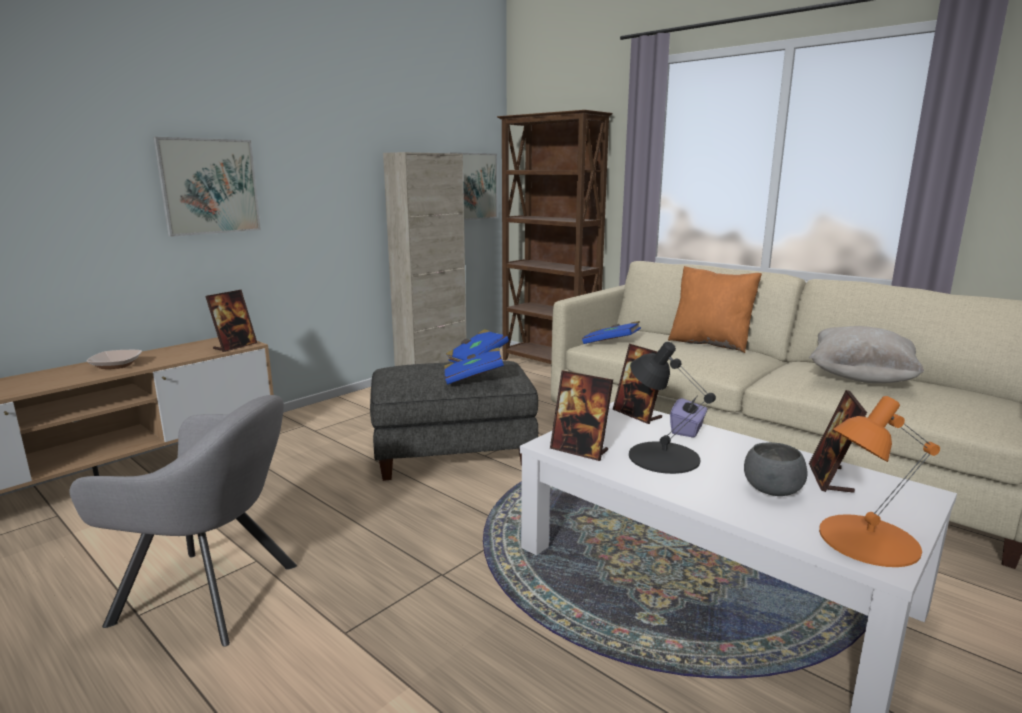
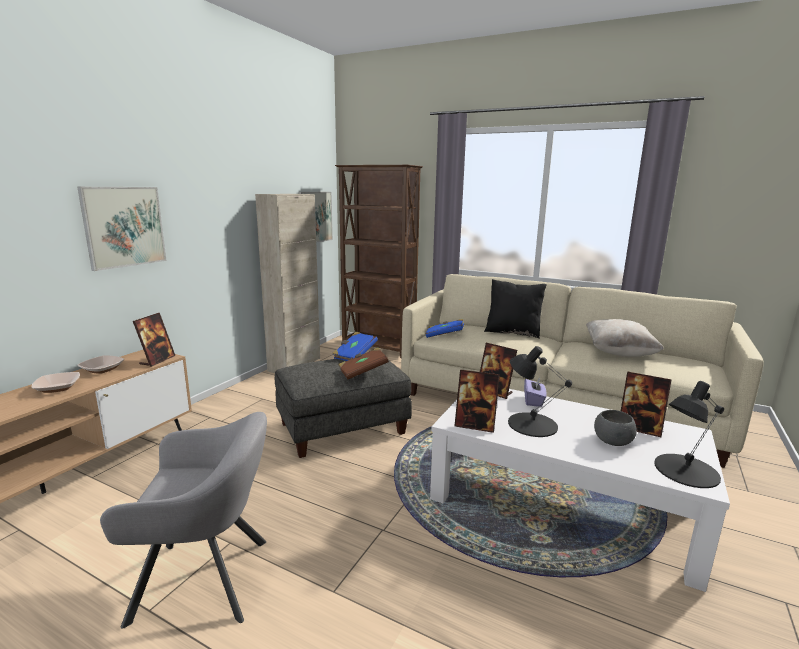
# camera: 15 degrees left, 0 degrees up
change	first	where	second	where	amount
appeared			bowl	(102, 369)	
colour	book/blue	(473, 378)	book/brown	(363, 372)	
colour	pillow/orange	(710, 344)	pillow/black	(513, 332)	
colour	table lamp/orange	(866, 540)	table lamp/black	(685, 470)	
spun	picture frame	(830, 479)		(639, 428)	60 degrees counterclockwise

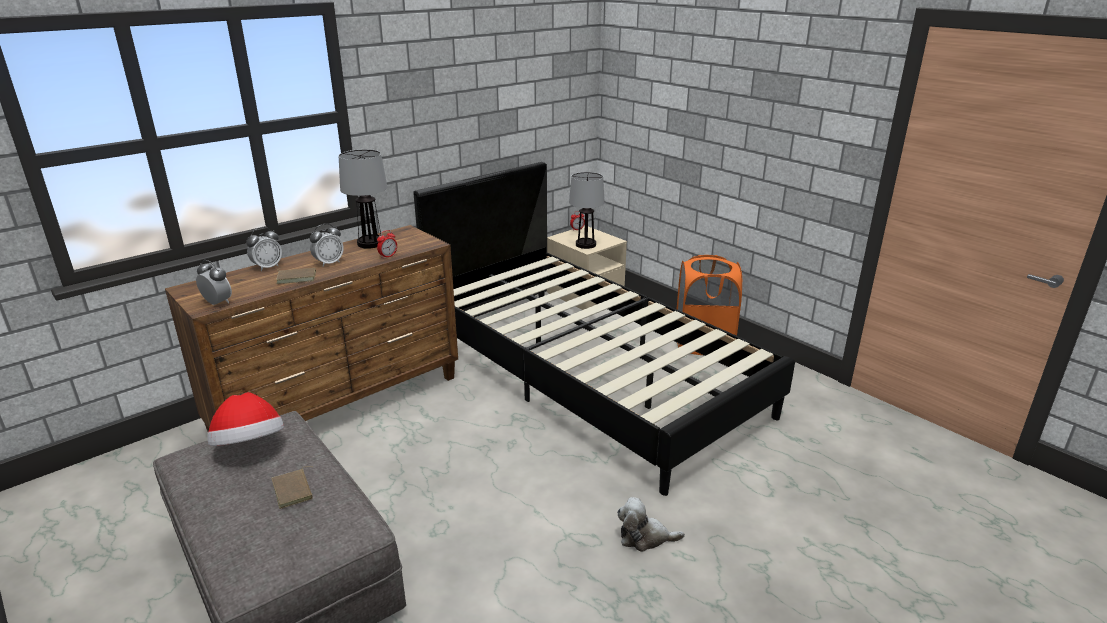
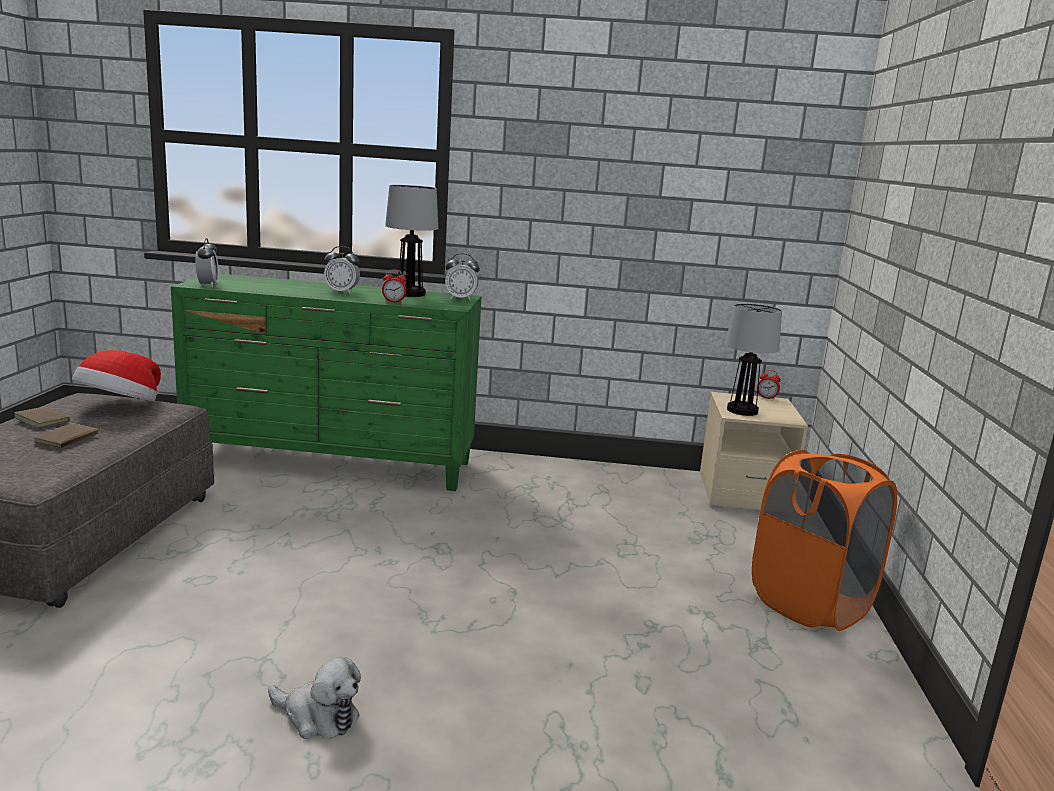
# camera: 45 degrees right, 10 degrees down
change	first	where	second	where	amount
missing	bed/black	(588, 374)			
relocated	alarm clock	(267, 267)		(461, 299)	
relocated	book/brown	(297, 277)		(44, 420)	
colour	dresser/brown	(341, 405)	dresser/green	(333, 464)	
spun	plush toy	(645, 537)		(318, 717)	150 degrees clockwise

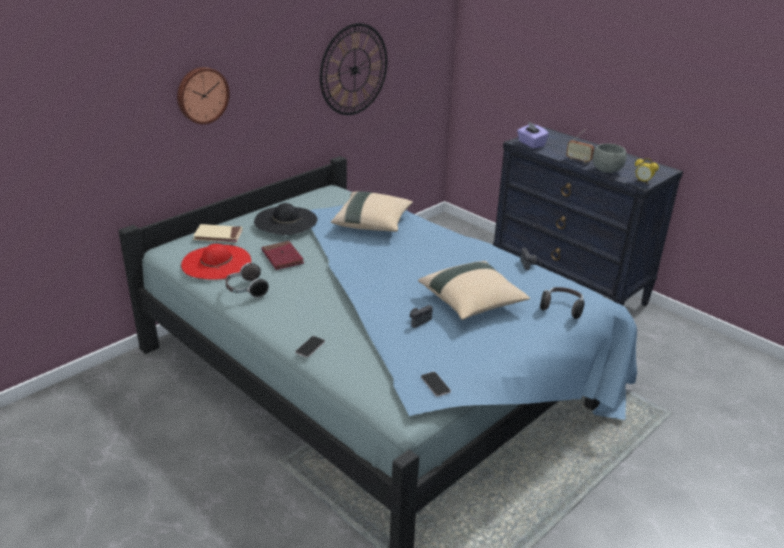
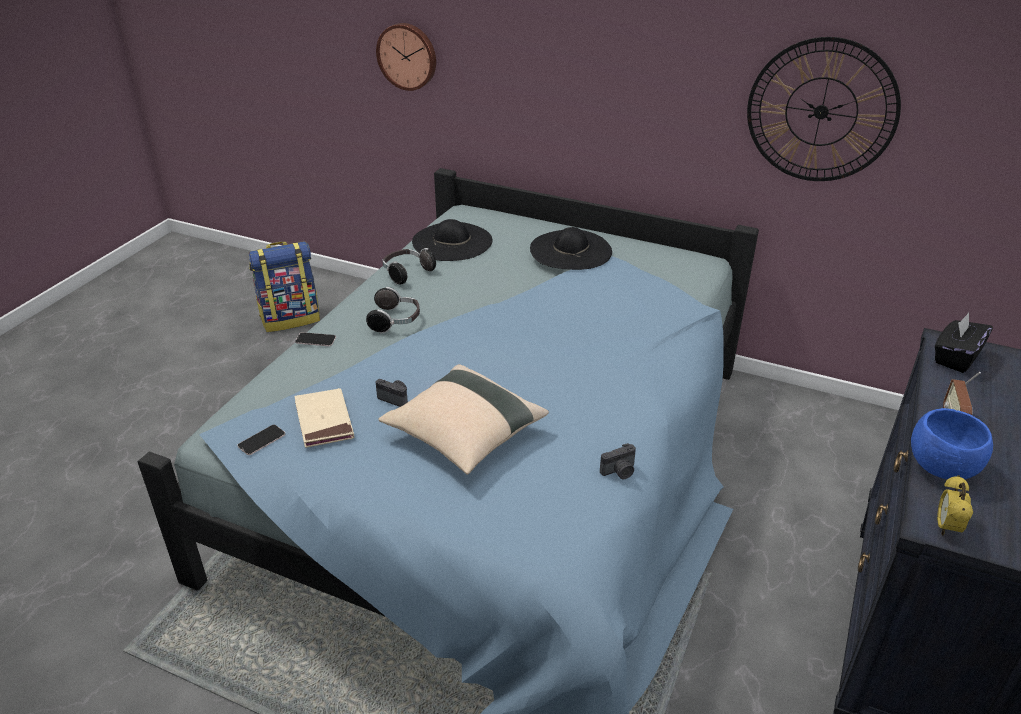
# camera: 70 degrees right, 5 degrees up
change	first	where	second	where	amount
missing	book/red	(282, 257)			
missing	pillow/beige	(372, 224)			
appeared			backpack	(291, 318)	
relocated	wall clock	(202, 95)		(408, 56)	
relocated	book/beige	(218, 236)		(324, 420)	
relocated	headphones	(562, 309)		(395, 321)	
colour	hat/red	(216, 262)	hat/black	(452, 241)	
colour	tissue box/purple	(531, 144)	tissue box/black	(955, 357)	
colour	bowl/grey	(607, 171)	bowl/blue	(941, 468)	

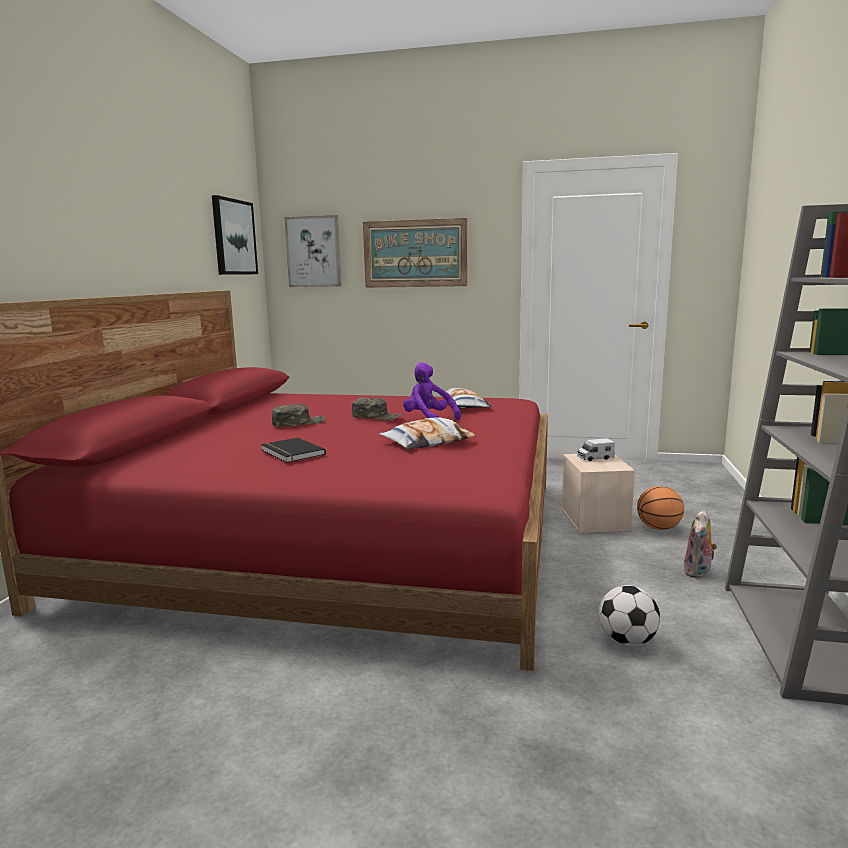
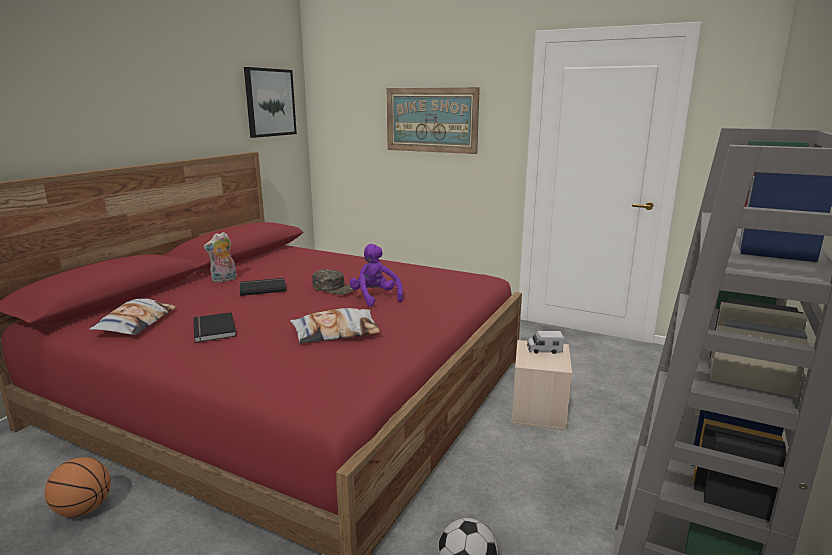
# camera: 15 degrees right, 5 degrees up
change	first	where	second	where	amount
missing	picture	(313, 252)			
relocated	pillow	(463, 406)		(136, 323)	
relocated	basketball	(658, 528)		(83, 509)	
relocated	plush toy	(698, 572)		(224, 280)	
exchanged	cap/green	(298, 422)	book/black	(262, 288)	

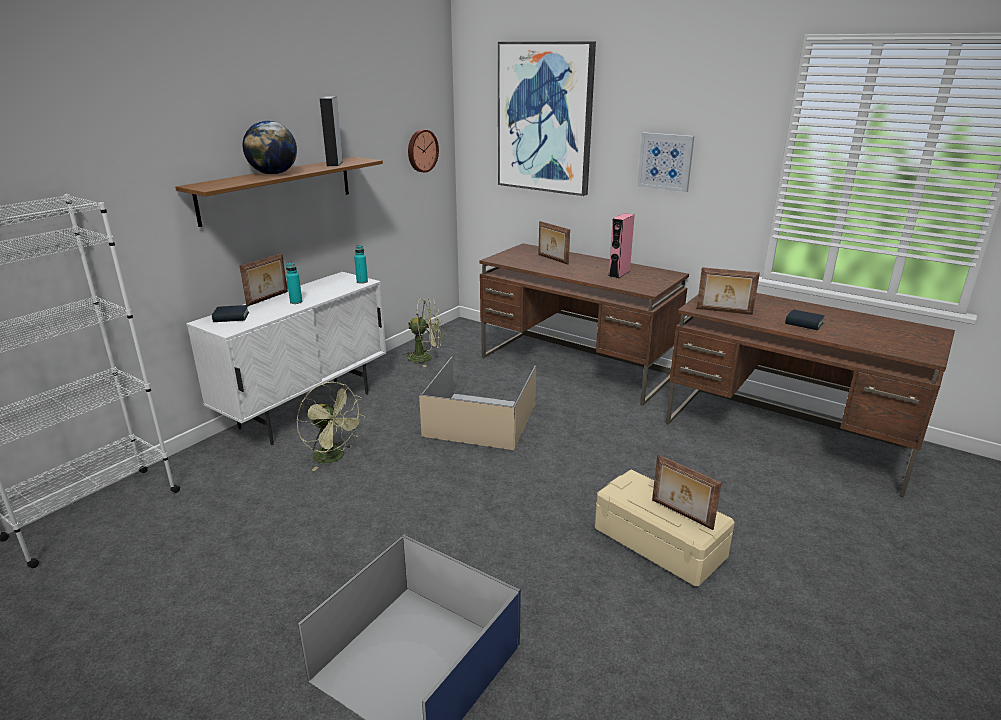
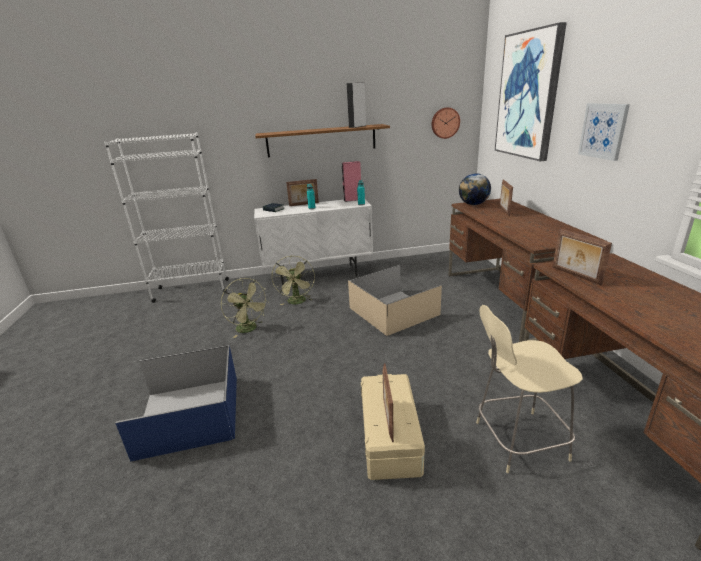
# camera: 45 degrees right, 0 degrees up
change	first	where	second	where	amount
missing	book	(804, 323)			
appeared			stool/beige	(517, 441)	
relocated	globe	(273, 174)		(473, 204)	
relocated	fan/green	(425, 358)		(249, 329)	
relocated	speaker/pink	(619, 274)		(352, 199)	

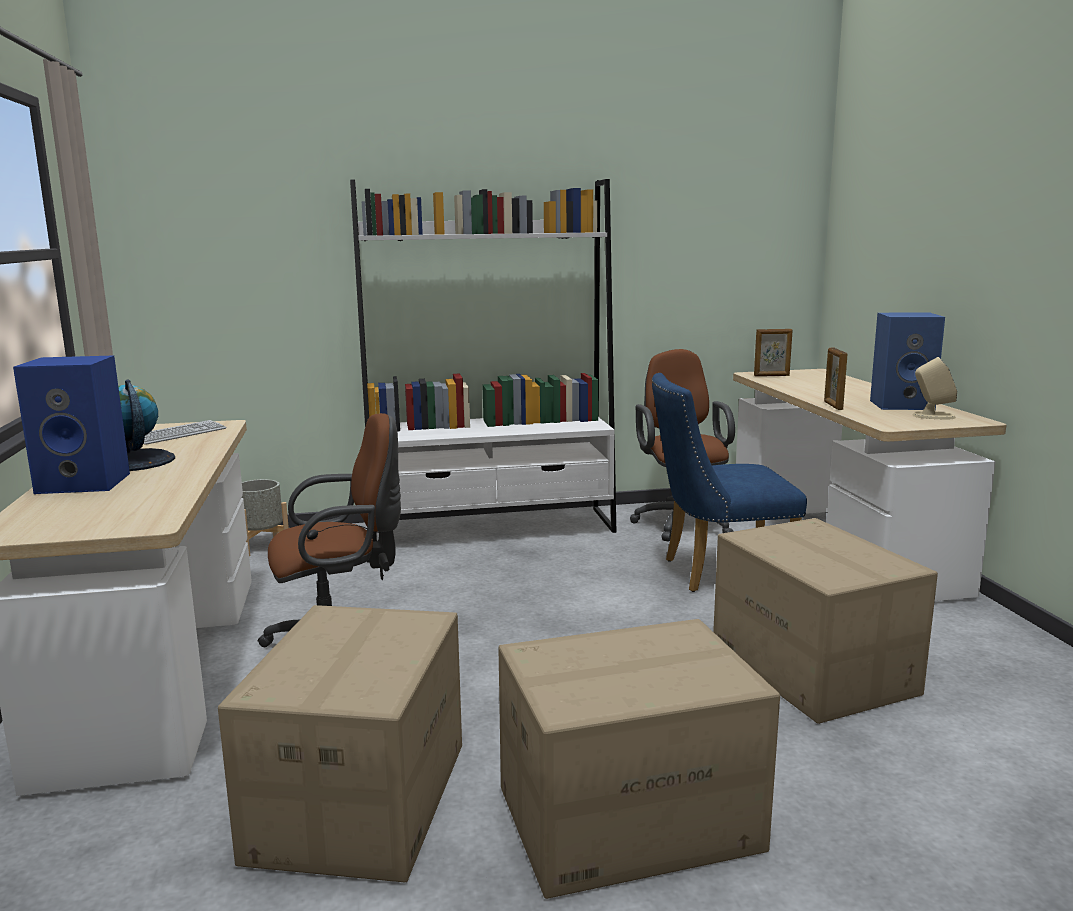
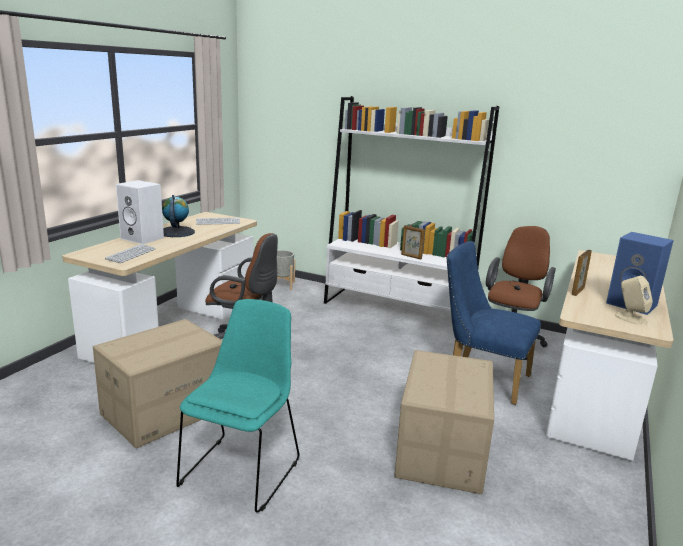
# camera: 35 degrees right, 5 degrees up
change	first	where	second	where	amount
appeared			keyboard	(131, 254)	
relocated	picture frame	(771, 375)		(411, 256)	
exchanged	cardboard box	(627, 818)	chair/turquoise	(242, 470)	
colour	speaker/blue	(86, 483)	speaker/white	(143, 238)	

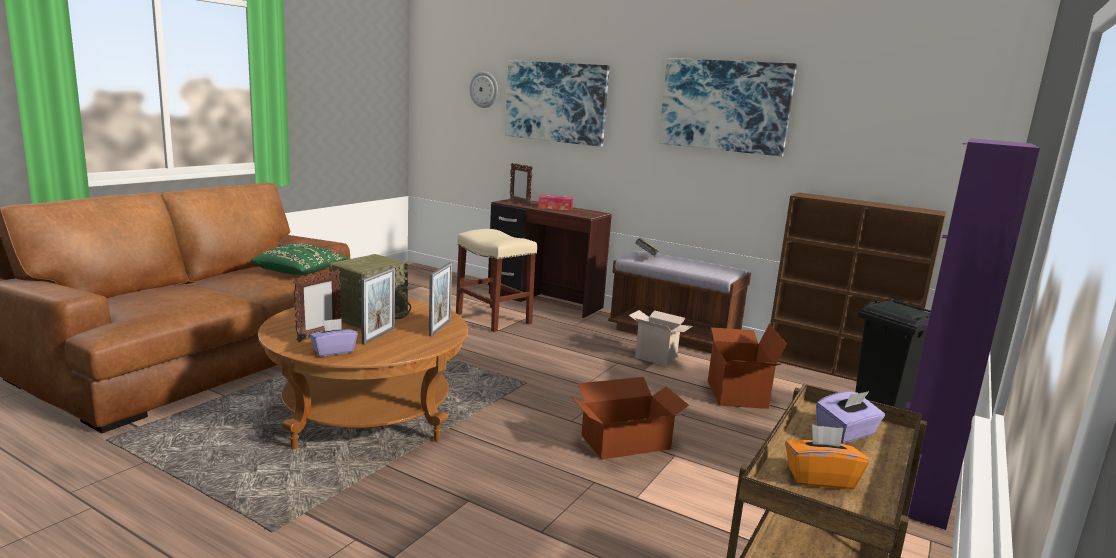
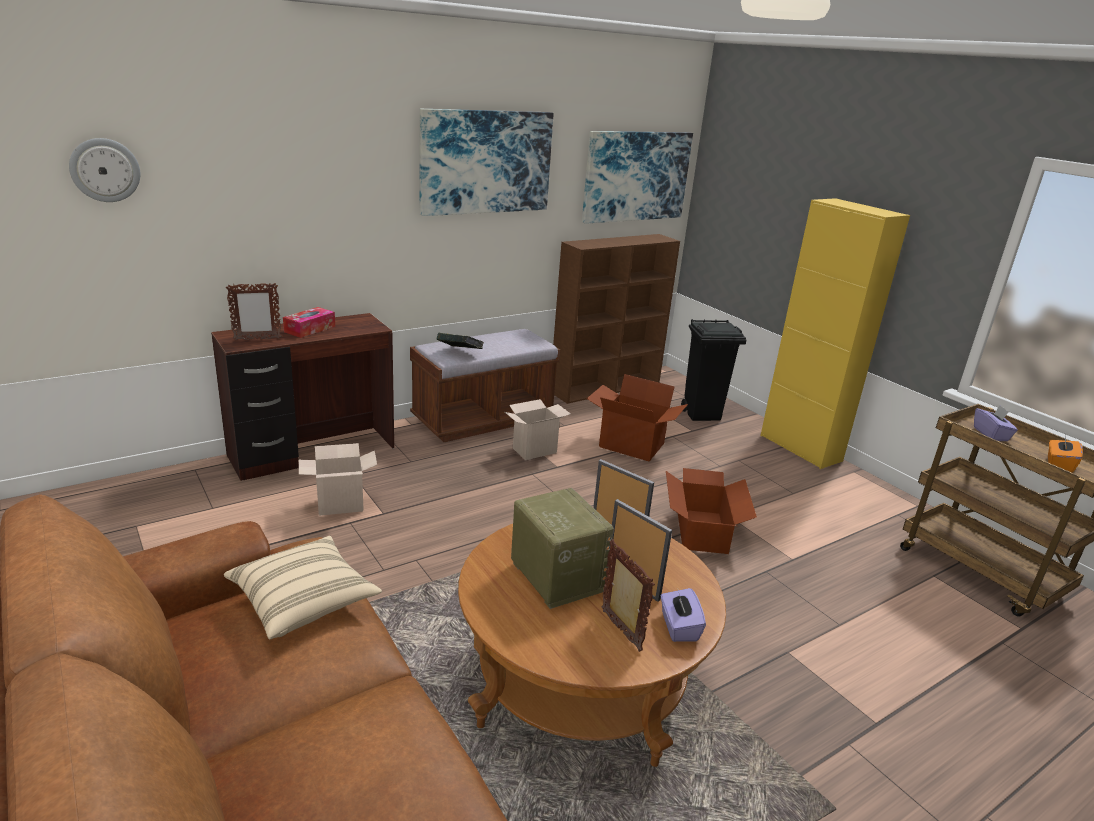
# camera: 65 degrees left, 10 degrees up
change	first	where	second	where	amount
relocated	picture	(556, 102)		(636, 176)	
exchanged	stool/beige	(492, 318)	cardboard box	(339, 506)	
colour	pillow/green	(300, 272)	pillow/beige	(304, 602)	
colour	cabinet/purple	(920, 493)	cabinet/yellow	(800, 448)	

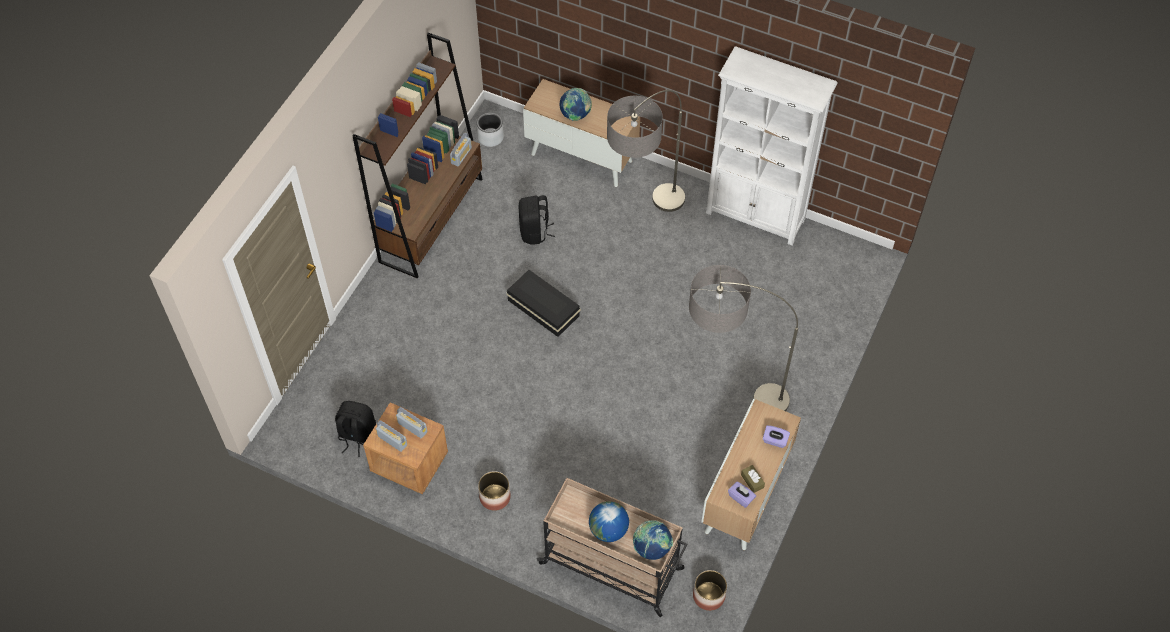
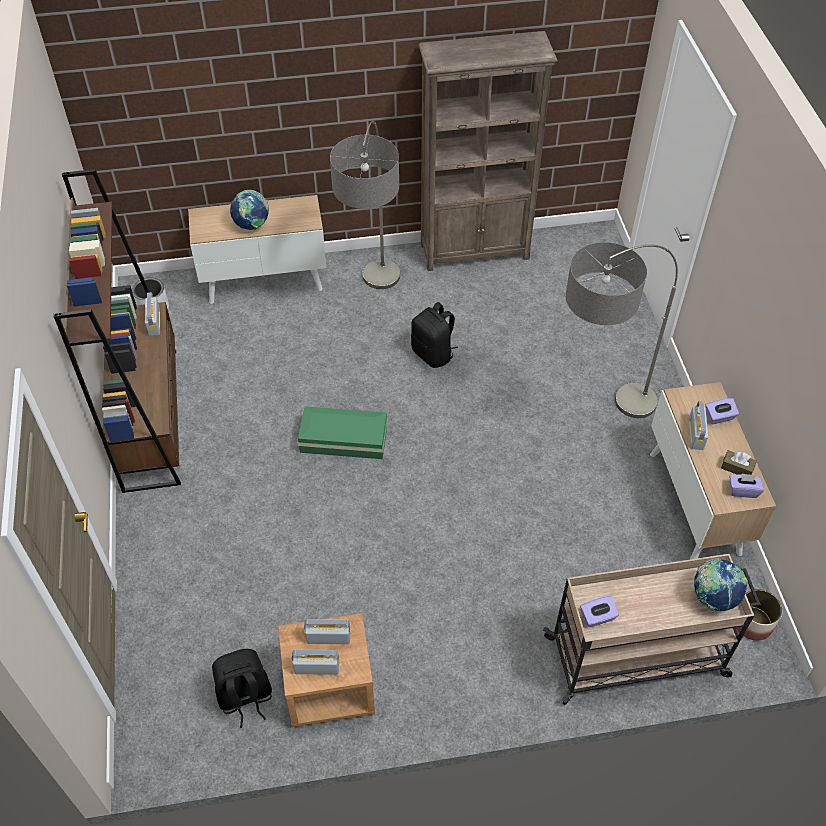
# camera: 35 degrees left, 5 degrees down
change	first	where	second	where	amount
missing	planter	(495, 497)			
missing	globe	(608, 530)			
appeared			tissue box/purple	(597, 617)	
appeared			radio	(695, 434)	
relocated	backpack/black	(534, 232)		(433, 354)	
colour	storage box/black	(543, 309)	storage box/green	(345, 440)	
colour	bookcase/white	(756, 216)	bookcase/brown	(475, 251)	

